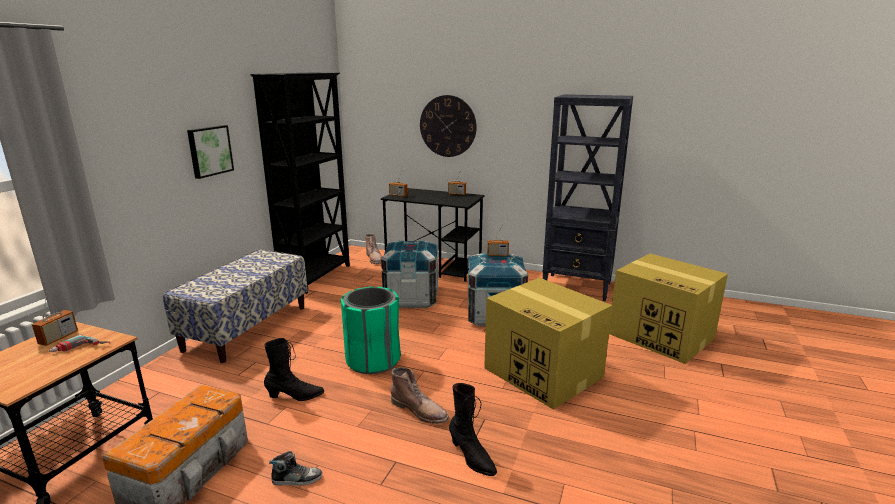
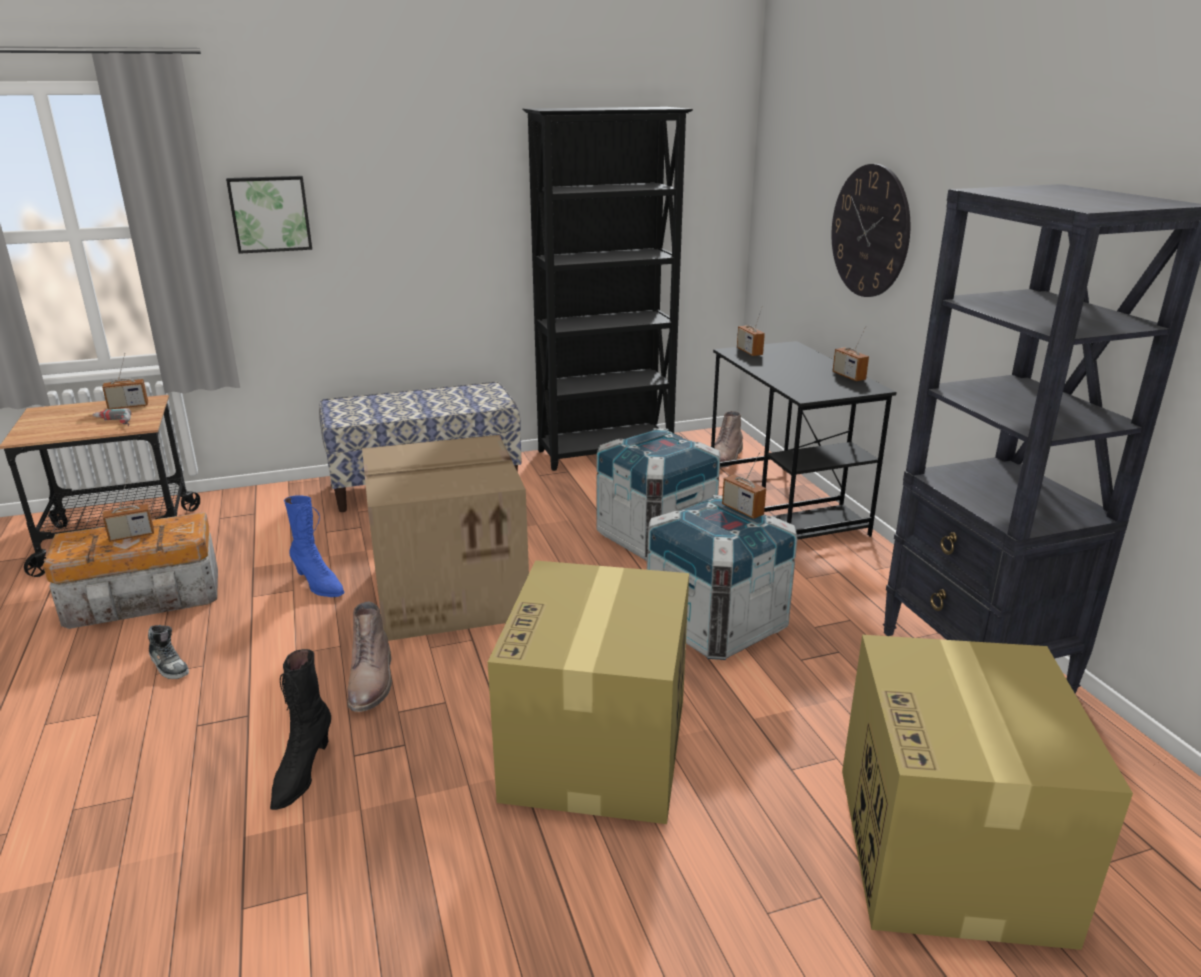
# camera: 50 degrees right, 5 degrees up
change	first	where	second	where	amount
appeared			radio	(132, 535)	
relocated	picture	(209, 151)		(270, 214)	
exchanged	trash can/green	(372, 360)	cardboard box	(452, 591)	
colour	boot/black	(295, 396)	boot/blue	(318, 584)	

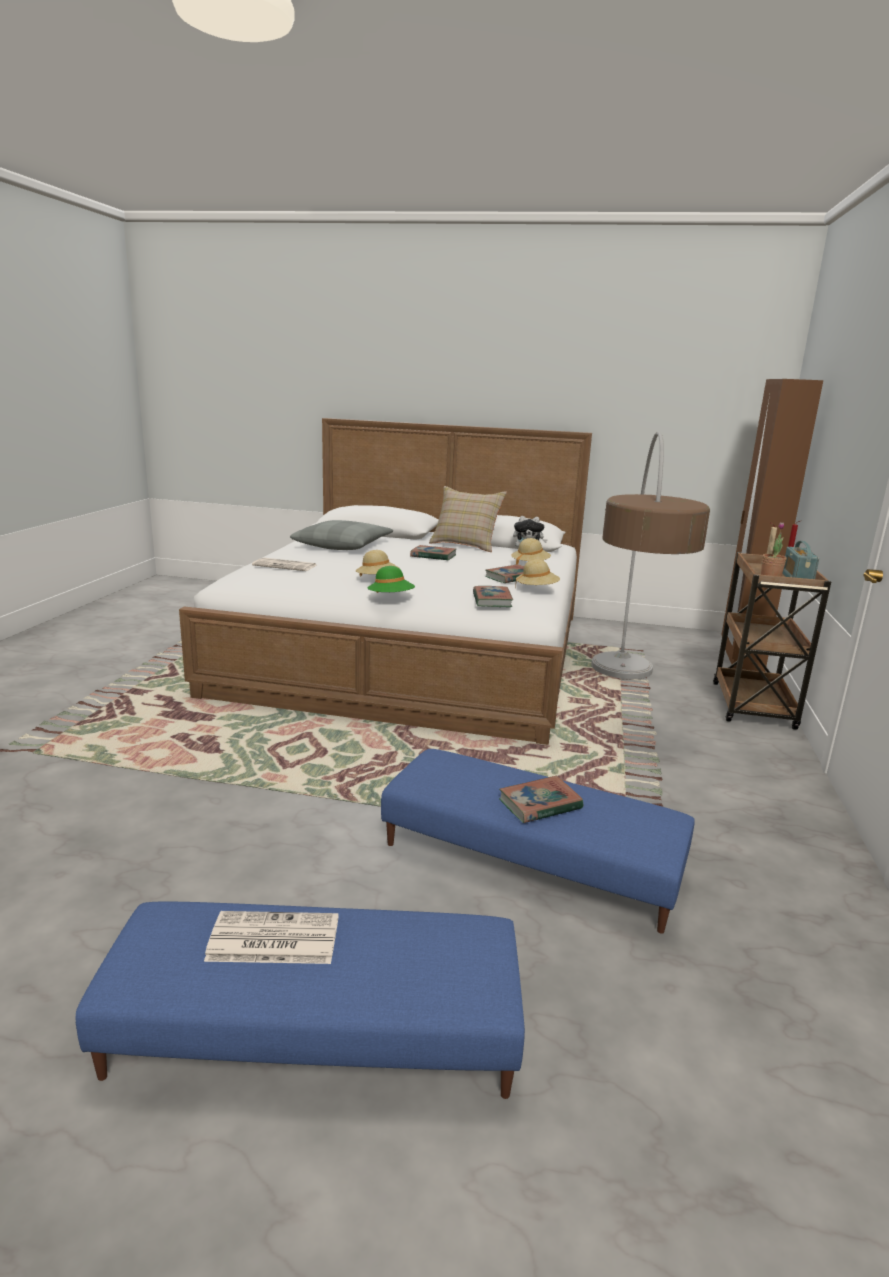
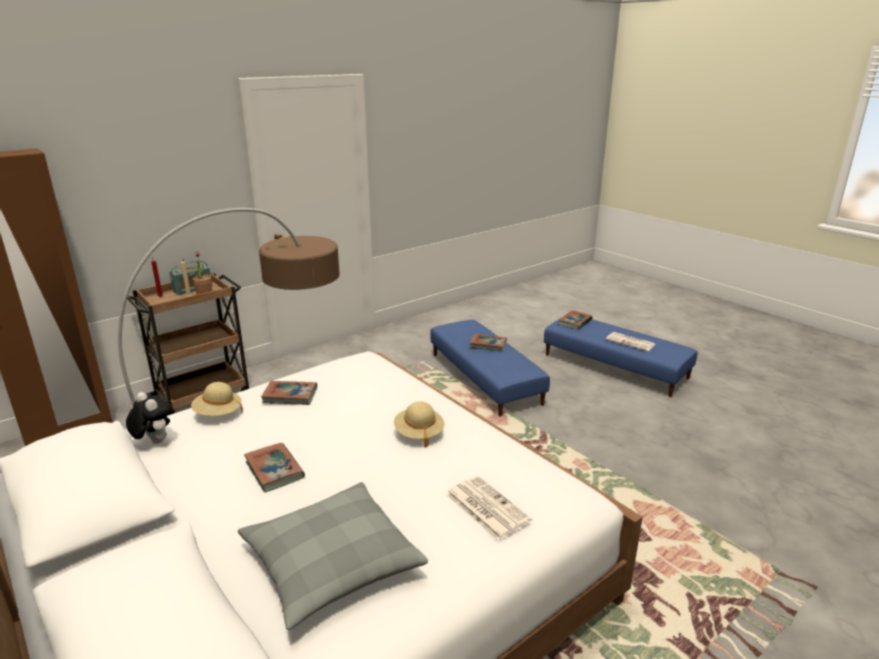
# camera: 140 degrees left, 5 degrees up
change	first	where	second	where	amount
missing	hat/green	(391, 598)			
missing	pillow/beige	(466, 545)			
missing	hat/beige	(536, 589)			
relocated	book	(492, 600)		(575, 322)	

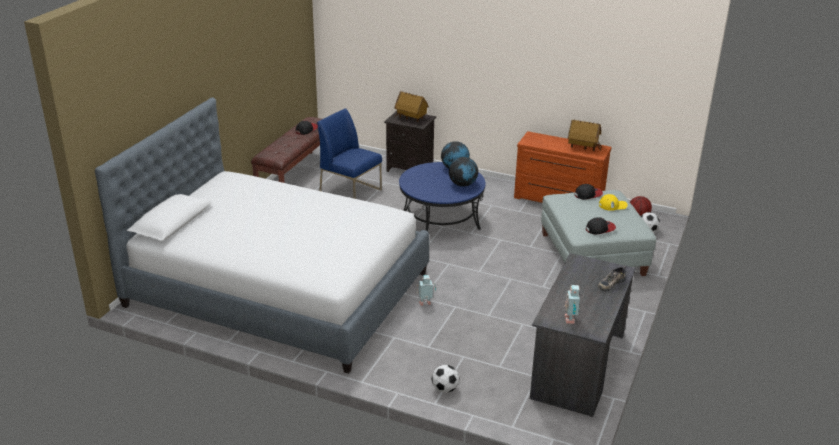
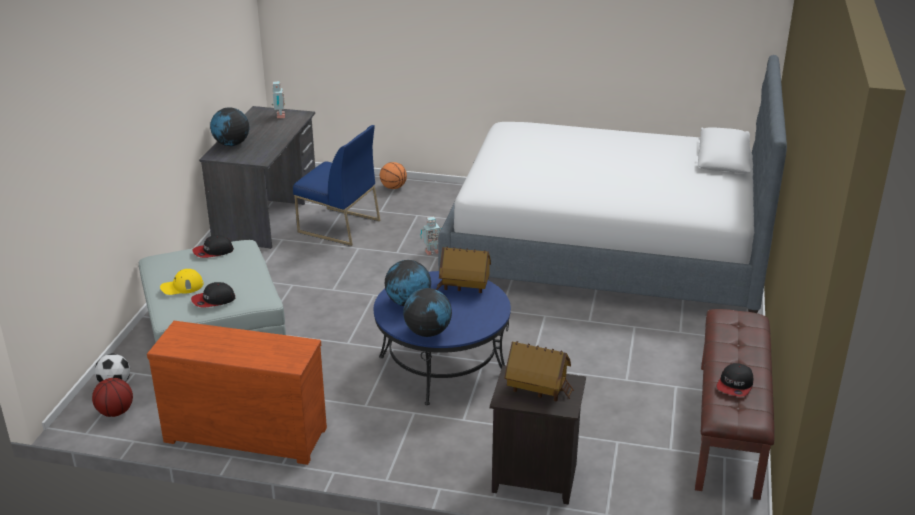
# camera: 170 degrees right, 0 degrees up
change	first	where	second	where	amount
relocated	chair/blue	(351, 191)		(338, 226)	
relocated	toy house	(583, 147)		(464, 288)	
exchanged	football	(445, 389)	basketball	(393, 187)	
exchanged	shoe	(611, 283)	globe	(231, 144)	

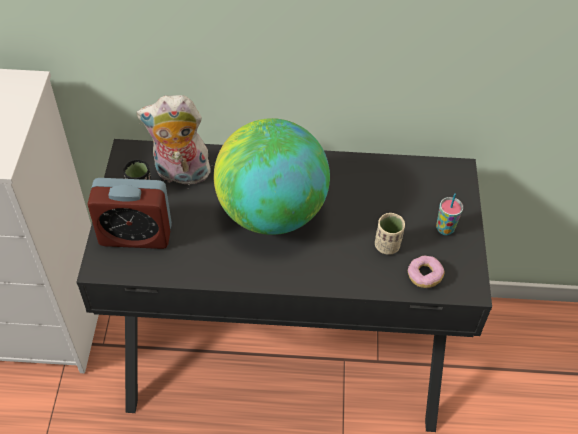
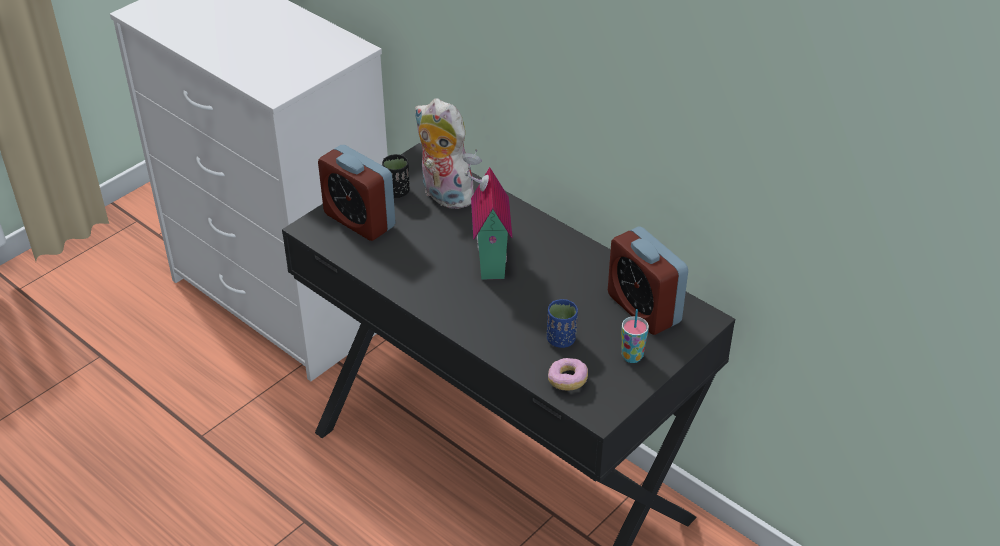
# camera: 40 degrees right, 10 degrees down
change	first	where	second	where	amount
appeared			alarm clock	(643, 308)	
exchanged	globe	(271, 212)	toy house	(487, 261)	
colour	cup/beige	(387, 245)	cup/blue	(561, 339)	

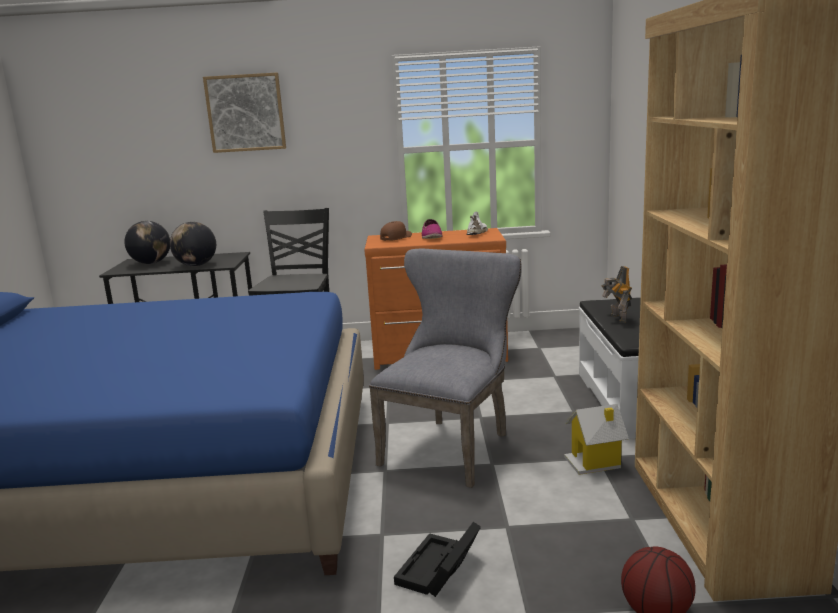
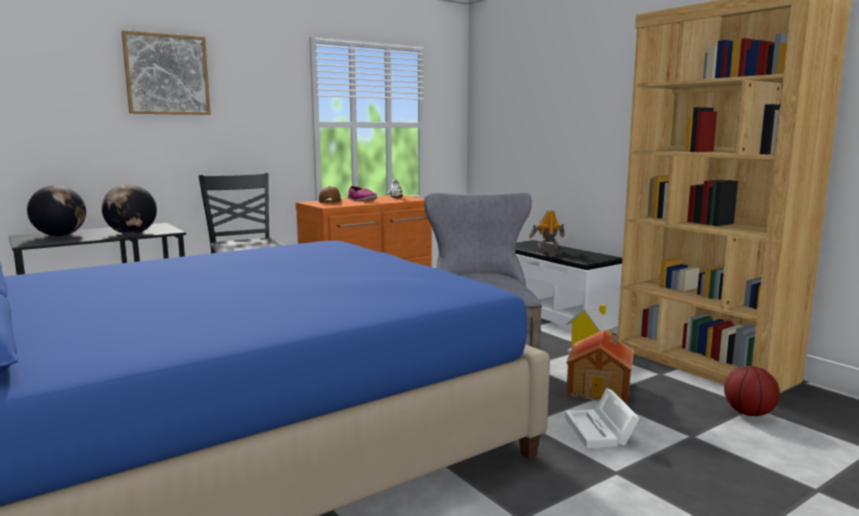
# camera: 35 degrees left, 5 degrees down
change	first	where	second	where	amount
appeared			toy house	(600, 388)	
colour	storage box/black	(438, 571)	storage box/white	(600, 431)	
spun	toy robot	(617, 318)		(547, 250)	120 degrees clockwise

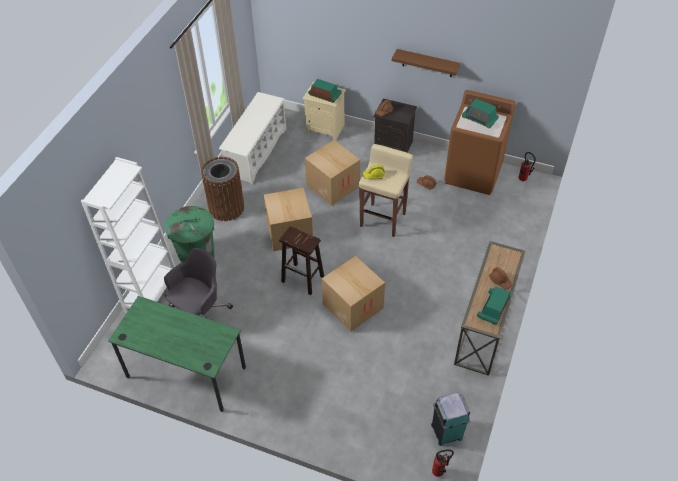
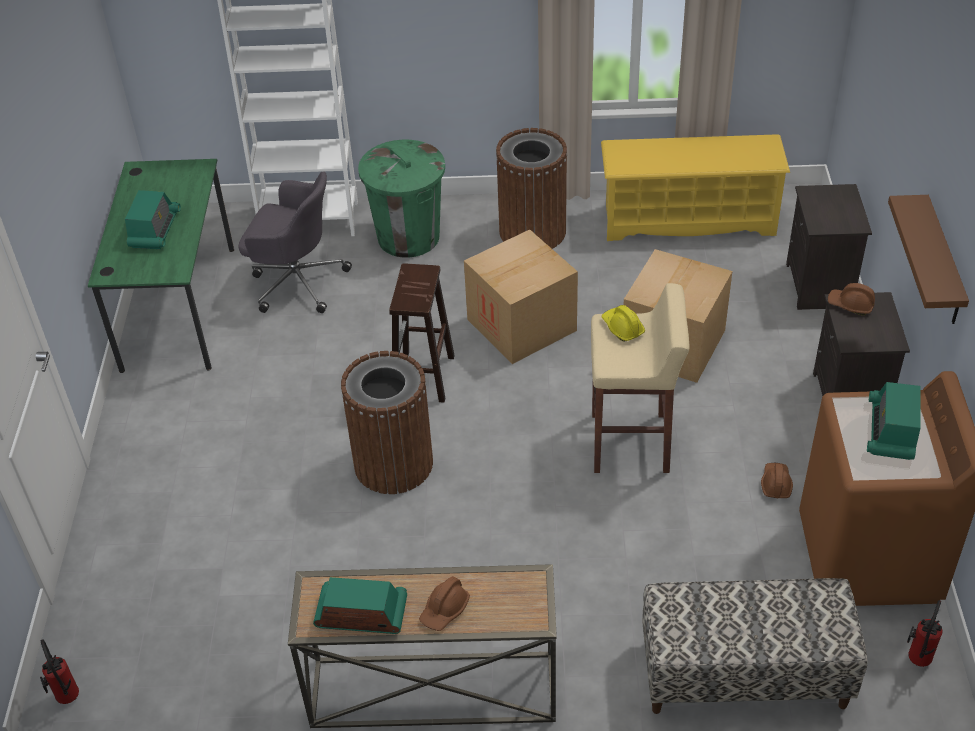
# camera: 70 degrees right, 5 degrees down
change	first	where	second	where	amount
missing	trash can/turquoise	(447, 432)			
appeared			bench	(743, 675)	
relocated	radio	(324, 95)		(155, 230)	
exchanged	cardboard box	(353, 306)	trash can/brown	(393, 464)	
colour	shoe rack/white	(256, 152)	shoe rack/yellow	(688, 220)	
colour	nightstand/beige	(326, 128)	nightstand/black	(820, 286)	

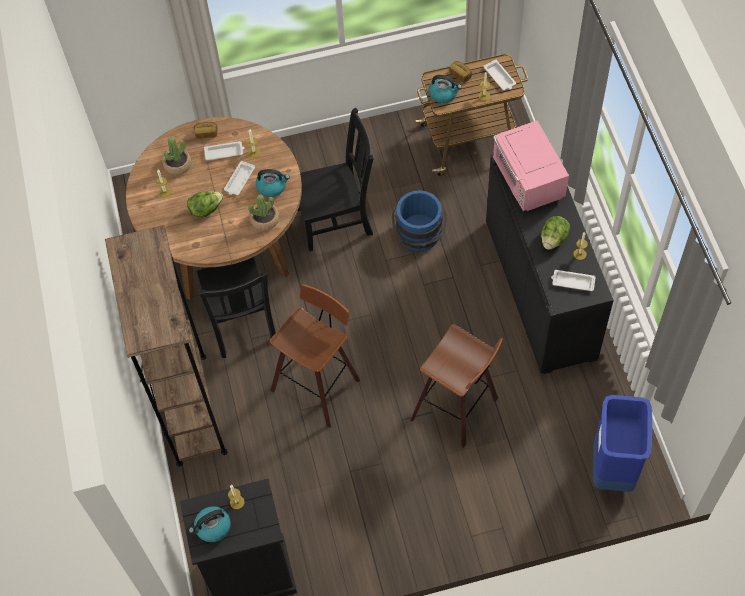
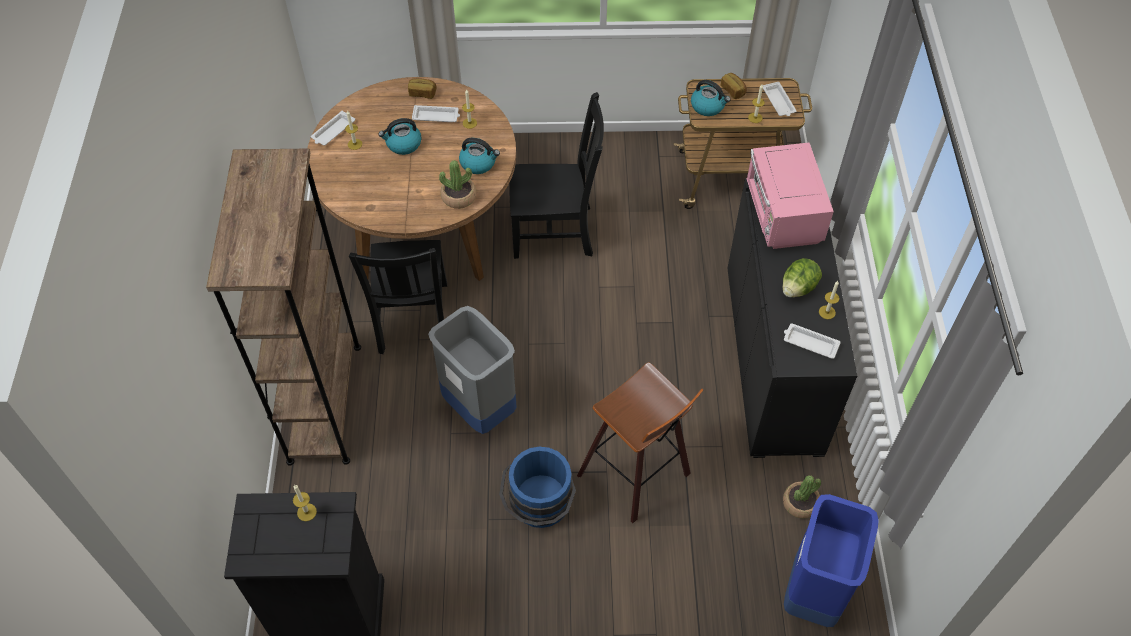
# camera: 10 degrees right, 5 degrees down
change	first	where	second	where	amount
missing	lettuce	(206, 210)			
relocated	potted plant	(178, 165)		(800, 503)	
relocated	kettle	(212, 527)		(403, 144)	
relocated	tray/white	(239, 180)		(333, 131)	
relocated	bucket/blue	(419, 237)		(539, 507)	
exchanged	stool	(318, 384)	trash can/grey	(480, 408)	

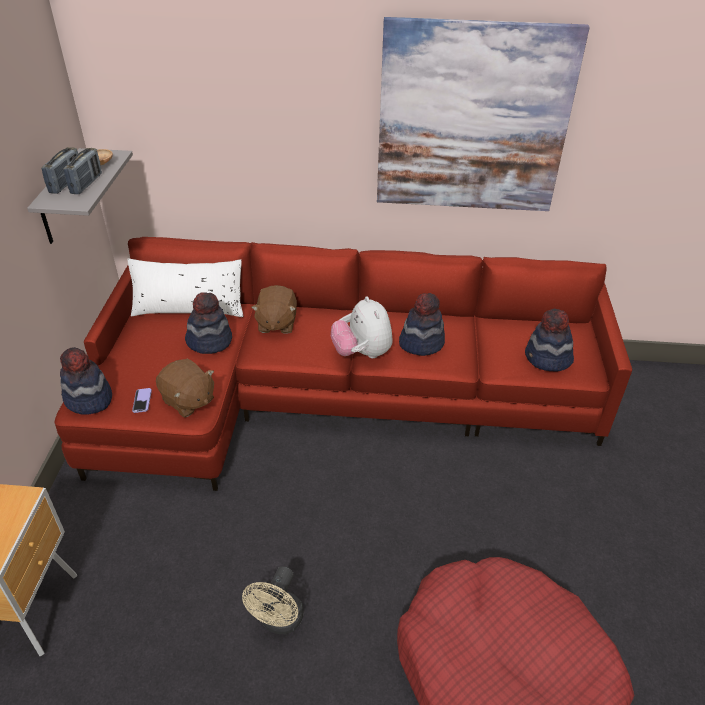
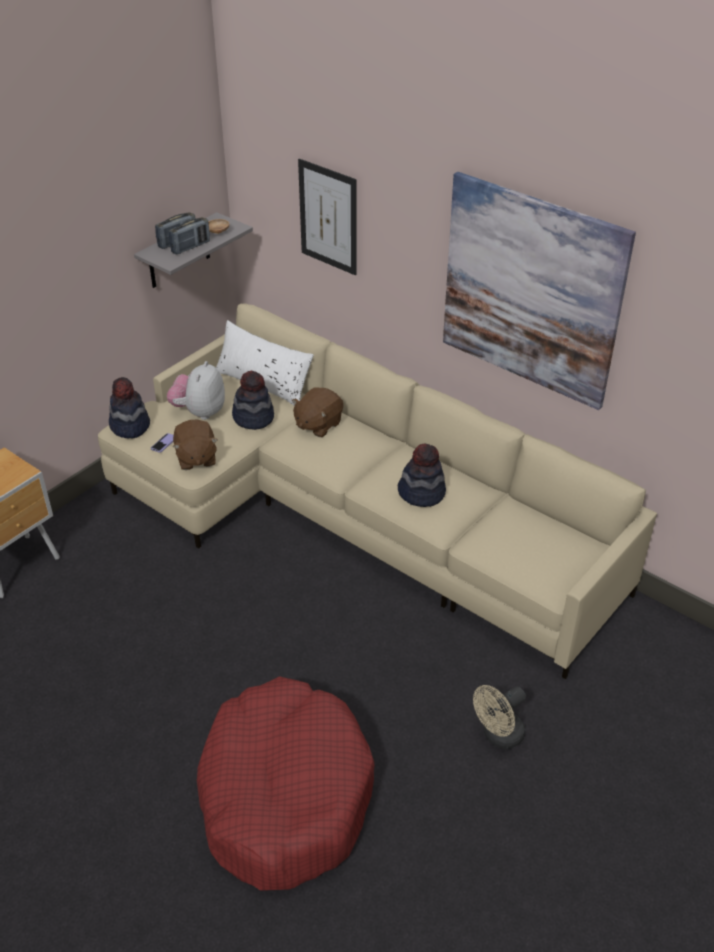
# camera: 35 degrees right, 0 degrees up
change	first	where	second	where	amount
missing	hat	(547, 359)			
appeared			picture	(328, 217)	
relocated	fan/beige	(279, 622)		(498, 736)	
relocated	plush toy	(362, 353)		(199, 412)	
colour	sofa/red	(329, 396)	sofa/beige	(354, 516)	

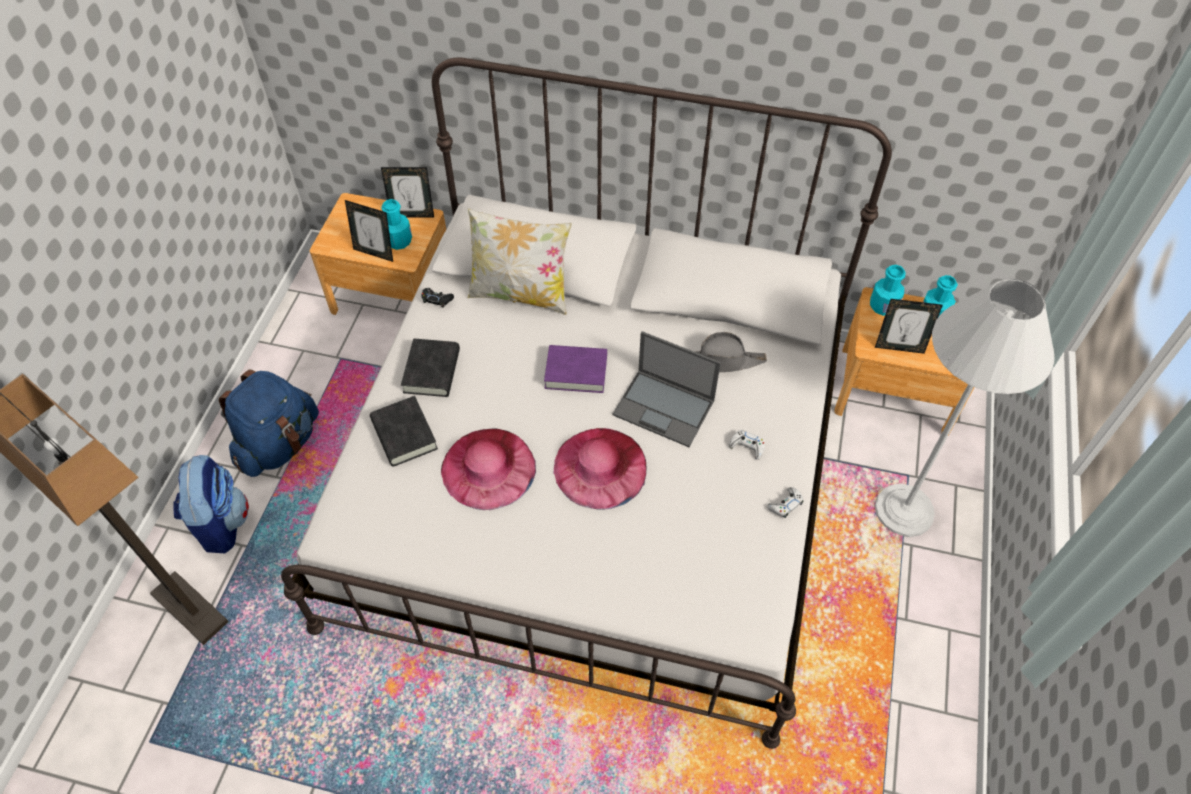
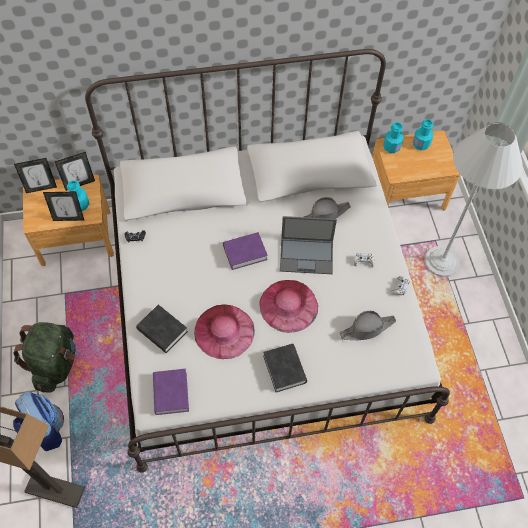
# camera: 25 degrees left, 5 degrees up
change	first	where	second	where	amount
missing	pillow	(520, 294)			
appeared			book/purple	(171, 393)	
appeared			hat/grey	(367, 329)	
relocated	book/black	(432, 371)		(284, 369)	
relocated	picture frame	(899, 347)		(41, 188)	
colour	backpack/blue	(279, 444)	backpack/green	(55, 364)	

